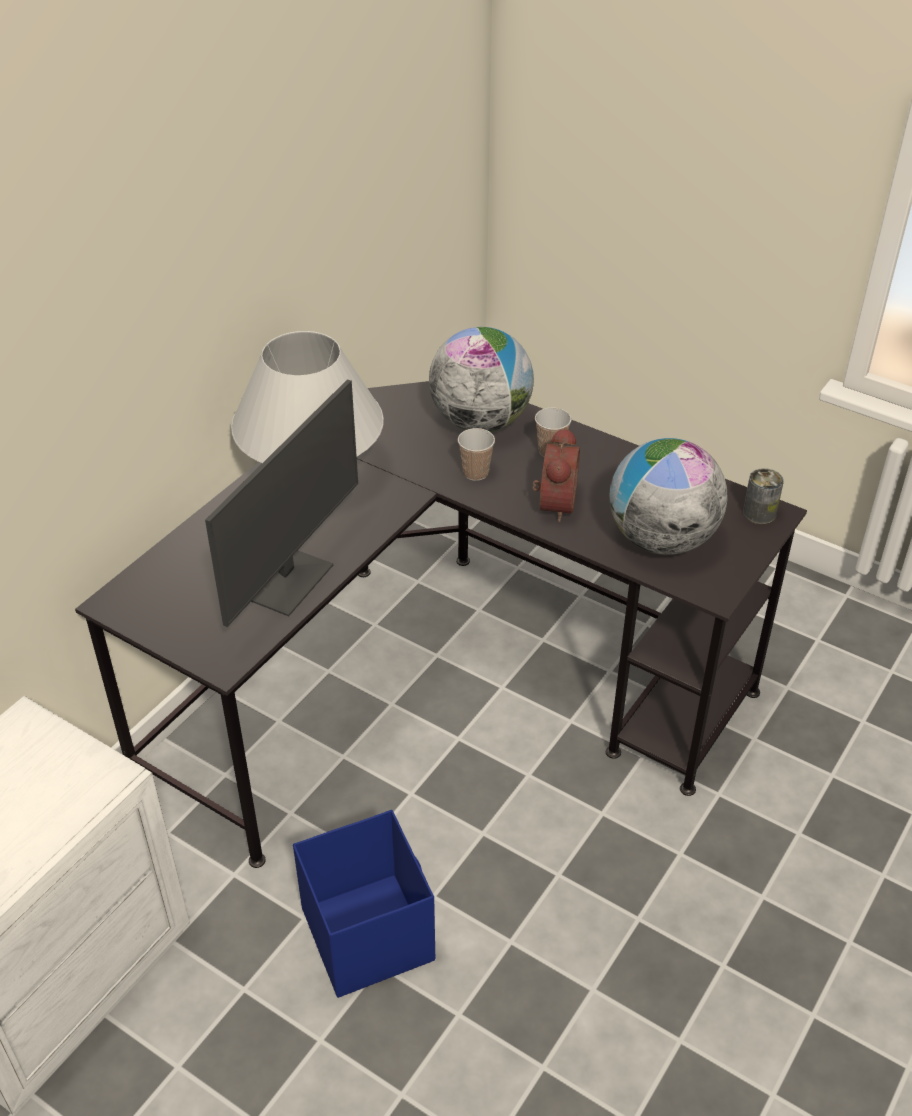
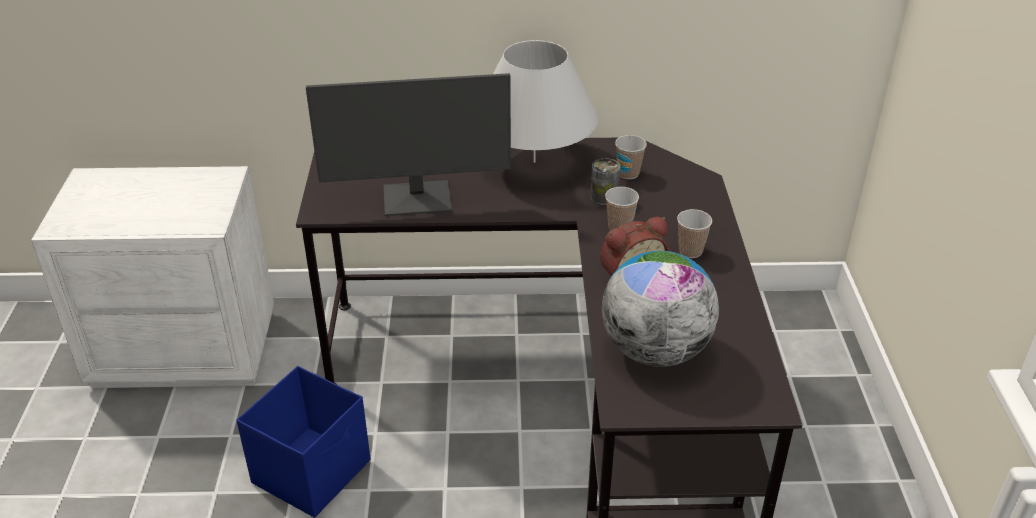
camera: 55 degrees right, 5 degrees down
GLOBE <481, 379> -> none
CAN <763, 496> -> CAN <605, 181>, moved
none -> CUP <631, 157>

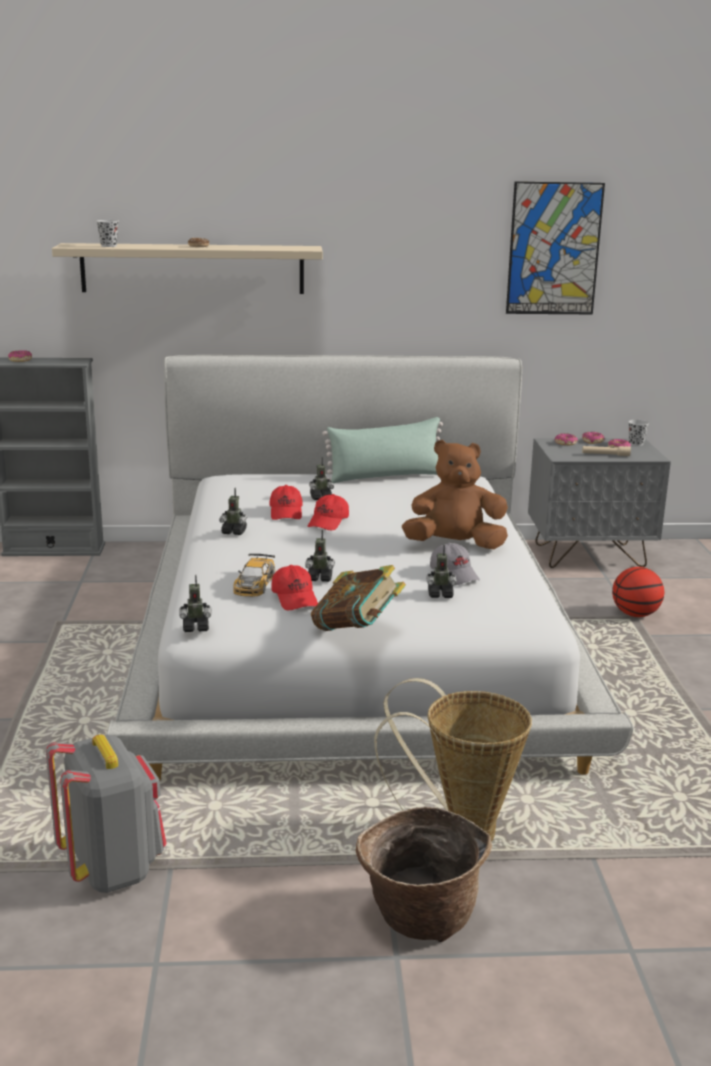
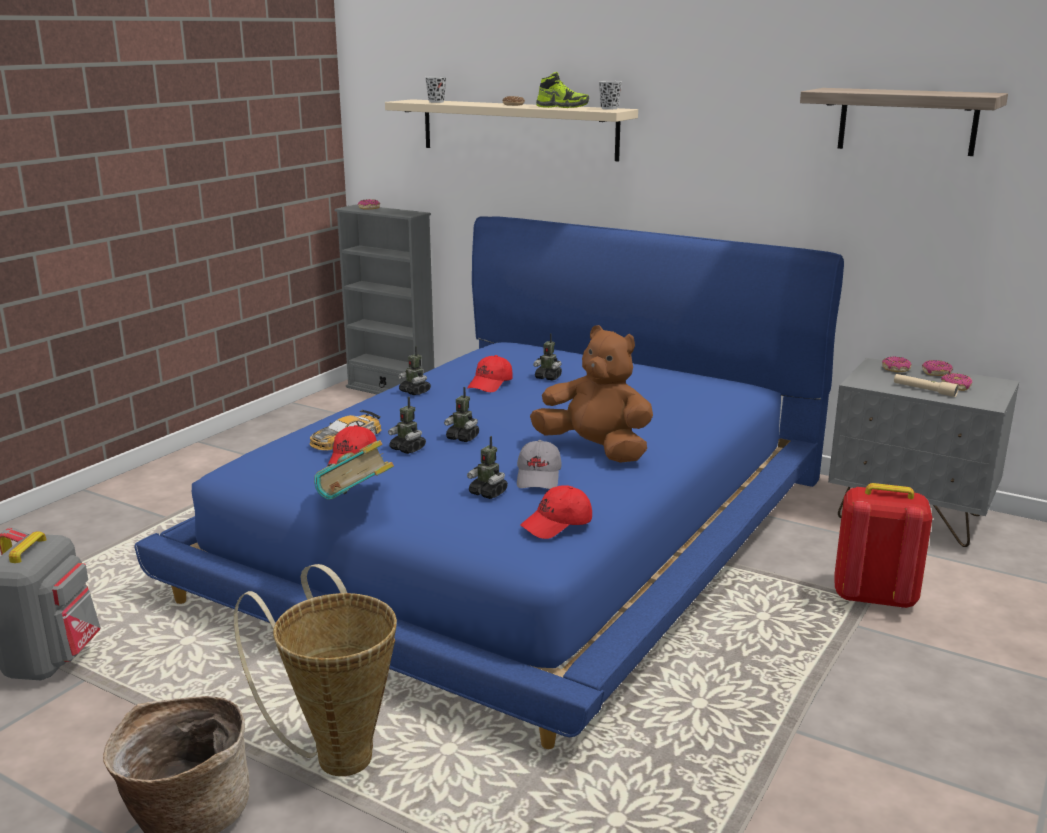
camera: 35 degrees right, 0 degrees up
WHITE BED <370, 568> -> BLUE BED <489, 482>
TOY ROBOT <195, 603> -> TOY ROBOT <461, 414>, moved
RED CAP <328, 512> -> RED CAP <556, 512>, moved
GREEN PILLOW <382, 450> -> none
PICTURE <555, 247> -> SHELF <904, 122>
BASKETBALL <638, 592> -> RED BACKPACK <883, 546>
BLACK CUP <638, 433> -> BLACK CUP <610, 95>, moved
none -> SHOE <562, 90>

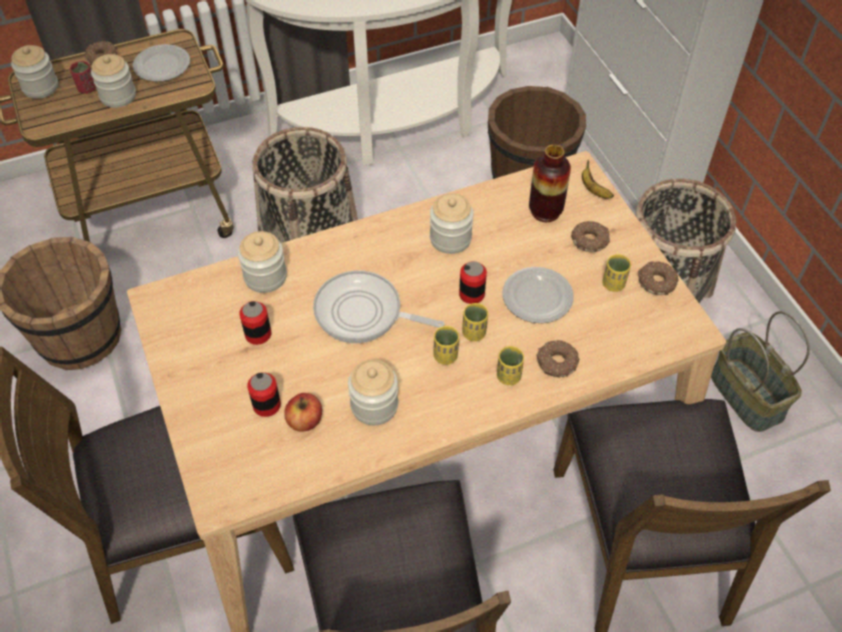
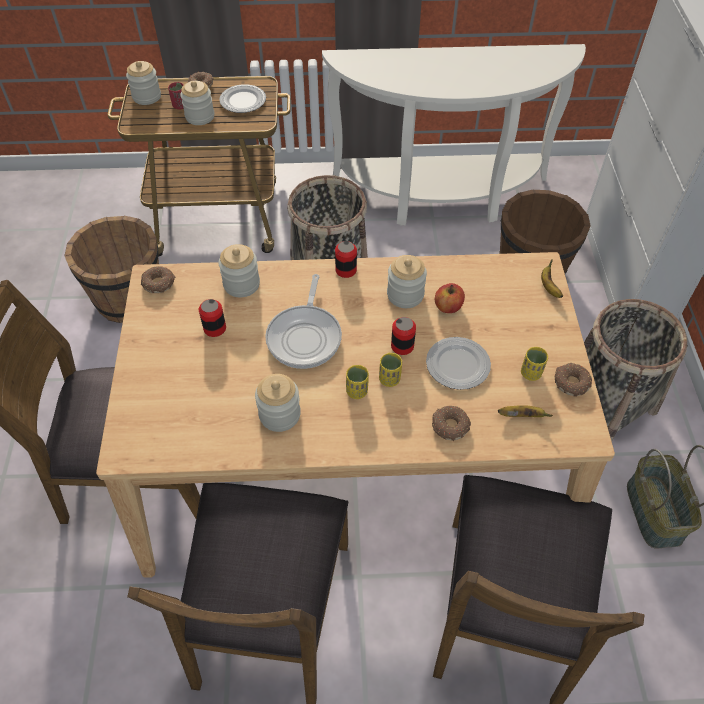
camera: 20 degrees right, 0 degrees up
CAN <264, 394> -> CAN <346, 259>, moved
APPLE <303, 412> -> APPLE <450, 298>, moved
FRYING PAN <378, 307> -> FRYING PAN <303, 321>, 120 degrees counterclockwise
YELLOW CUP <510, 365> -> none
VASE <550, 183> -> none
DONUT <590, 236> -> DONUT <158, 279>, moved
none -> BANANA <525, 411>

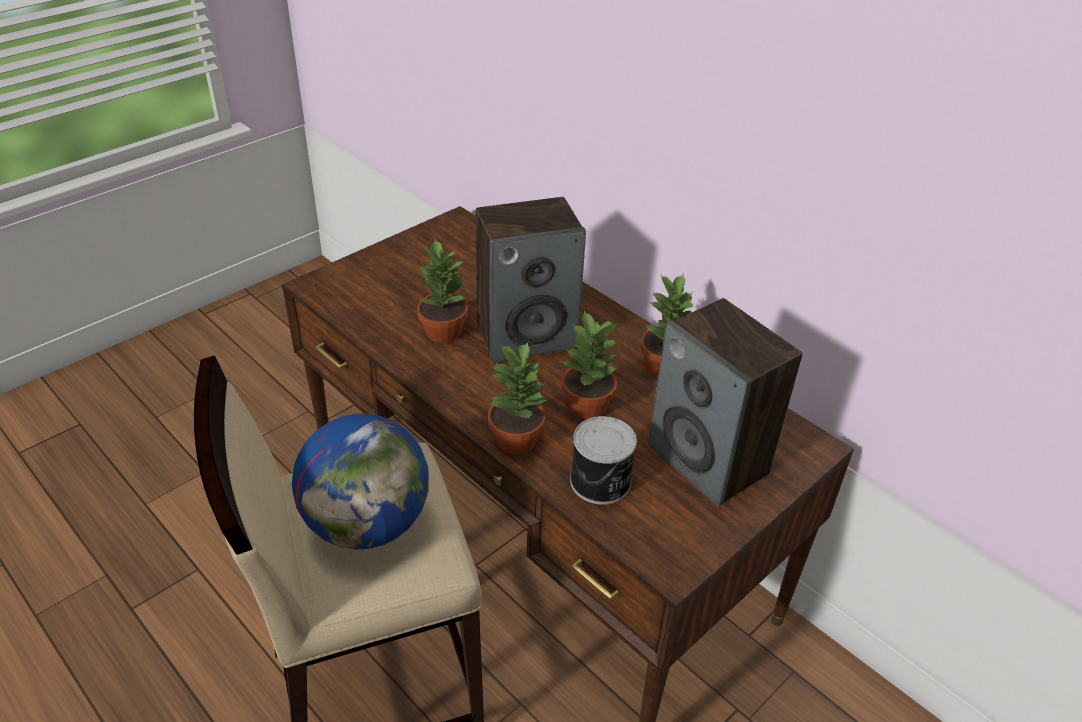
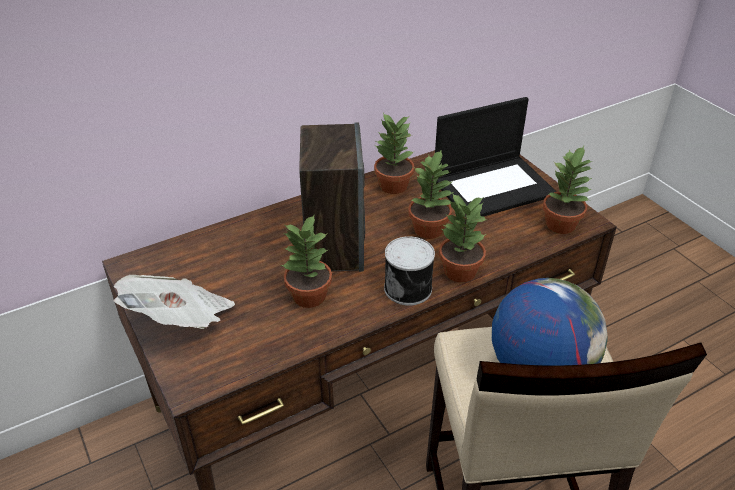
camera: 75 degrees left, 0 degrees up
CAN <603, 460> -> CAN <409, 271>, moved
SPEAKER <726, 402> -> LAPTOP <496, 156>
none -> NEWSPAPER <174, 302>
none -> POTTED PLANT <567, 190>

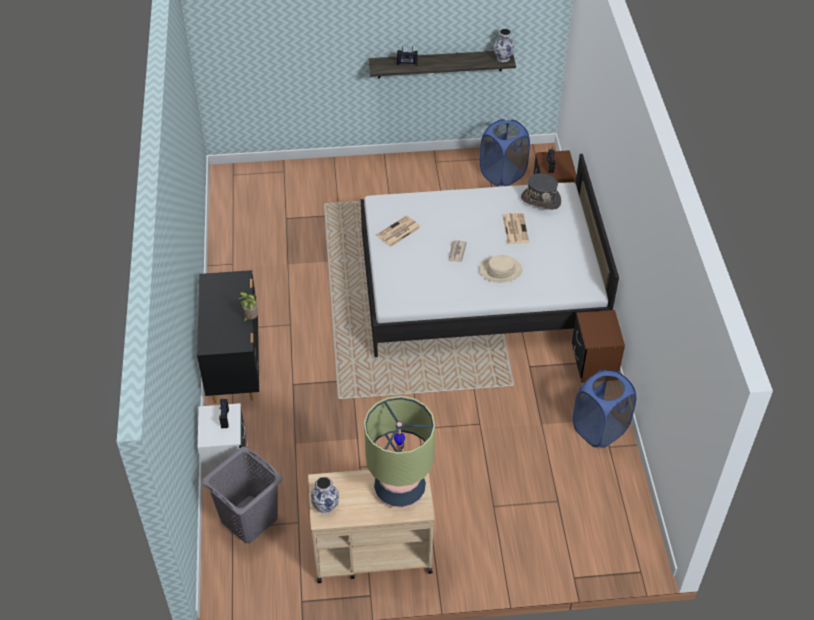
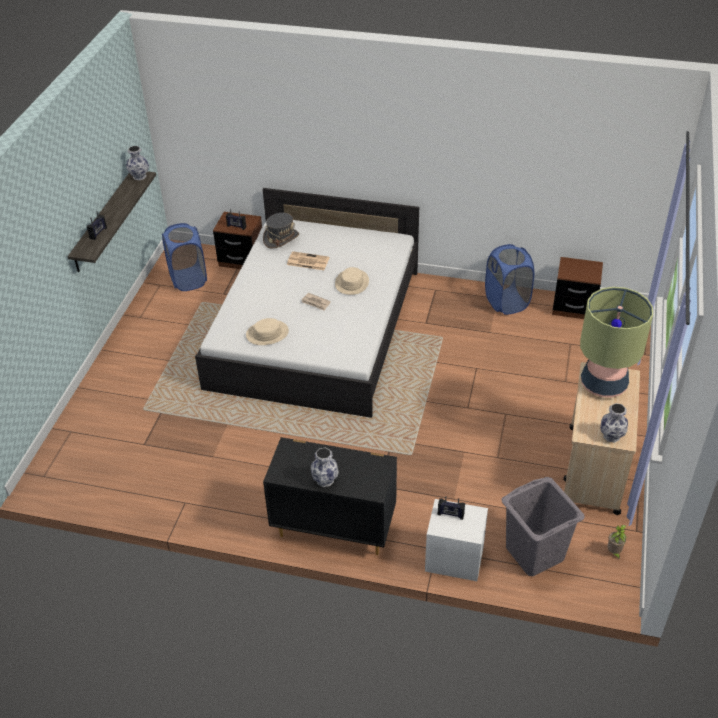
camera: 70 degrees left, 5 degrees down
POTTED PLANT <248, 307> -> POTTED PLANT <617, 541>, moved
NEWSPAPER <398, 231> -> BEIGE HAT <267, 331>
BROWN NIGHTSTAND <598, 346> -> BROWN NIGHTSTAND <577, 288>, moved
none -> VASE <324, 467>

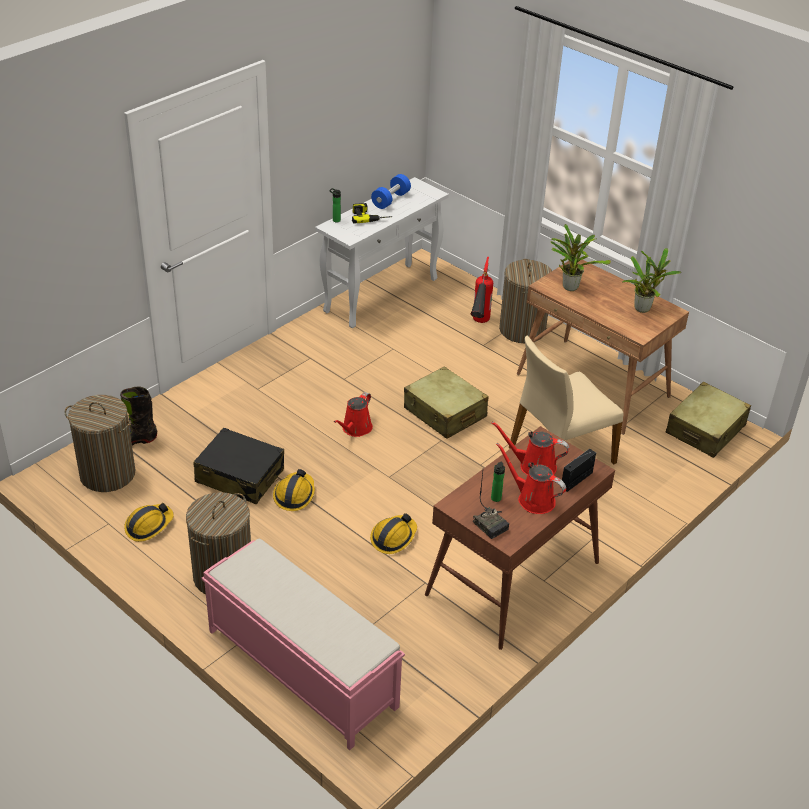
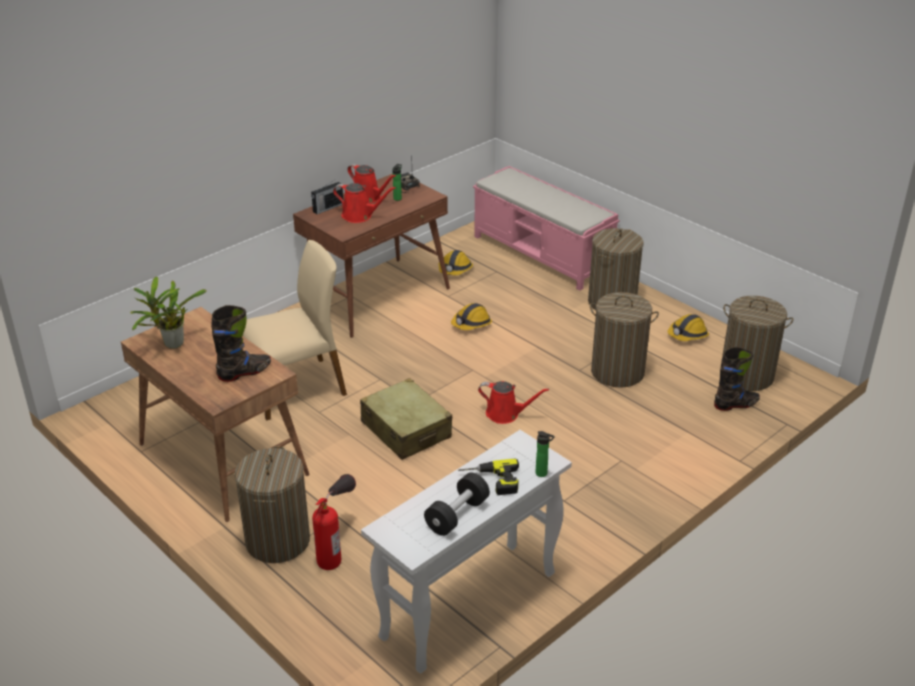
camera: 175 degrees left, 5 degrees down
BLACK SUITCASE <239, 466> -> LAUNDRY BASKET <624, 340>
HARD HAT <294, 490> -> HARD HAT <455, 262>, moved
RED WATERING CAN <353, 414> -> RED WATERING CAN <513, 402>, 75 degrees clockwise
BLUE DUMBBELL <391, 191> -> BLACK DUMBBELL <457, 504>
POTTED PLANT <580, 257> -> BLACK BOOT <241, 343>
BEIGE SUITCASE <708, 420> -> none

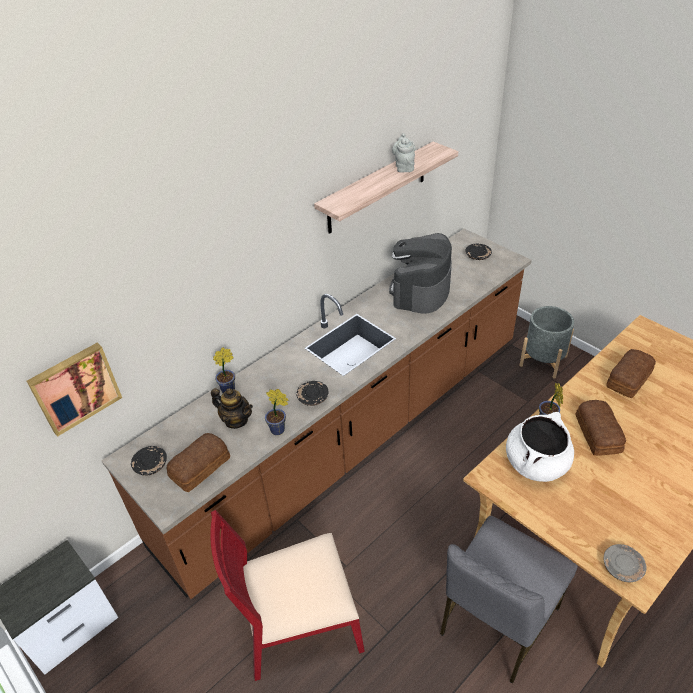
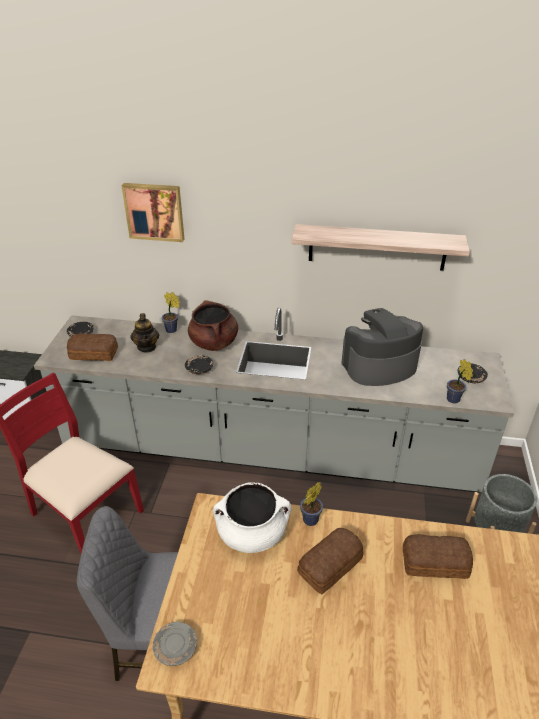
camera: 50 degrees right, 5 degrees down
PICTURE <74, 390> -> PICTURE <152, 212>, moved
BROWN COUNTER <316, 413> -> GREY COUNTER <274, 400>
POTTED PLANT <276, 412> -> POTTED PLANT <460, 381>, moved
GREY TEAPOT <403, 153> -> none
none -> BROWN COOKING POT <213, 325>

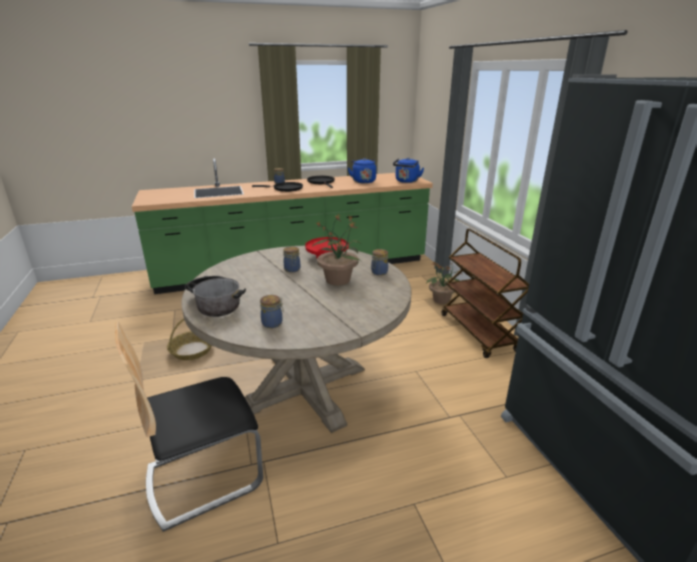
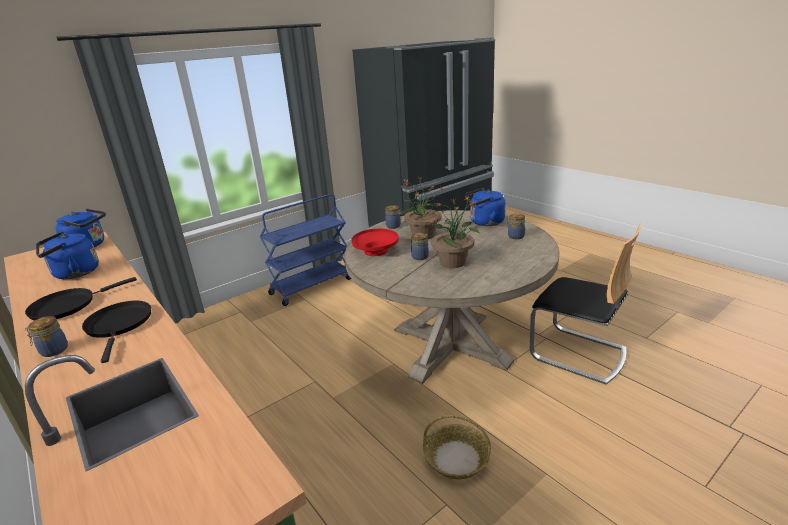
camera: 110 degrees left, 0 degrees up
COOKING POT <215, 296> -> none
POTTED PLANT <443, 283> -> POTTED PLANT <455, 232>, moved
BROWN CART <485, 293> -> BLUE CART <305, 250>
none -> BLUE KETTLE <485, 207>

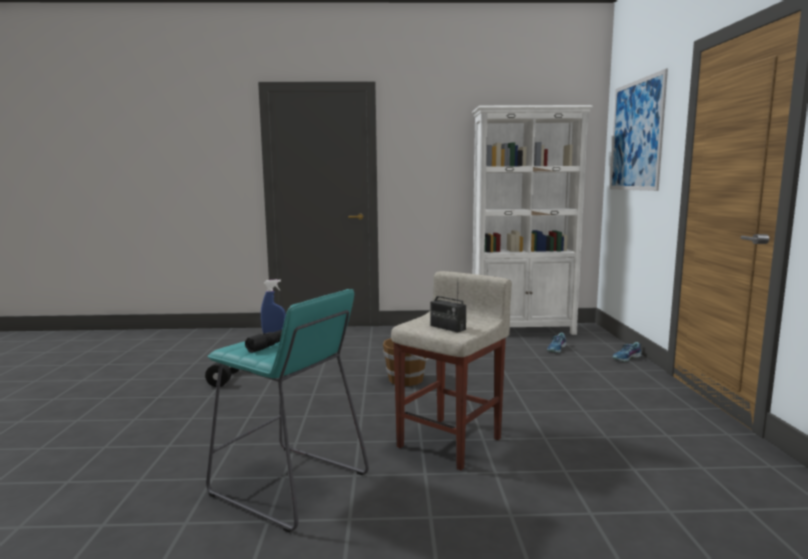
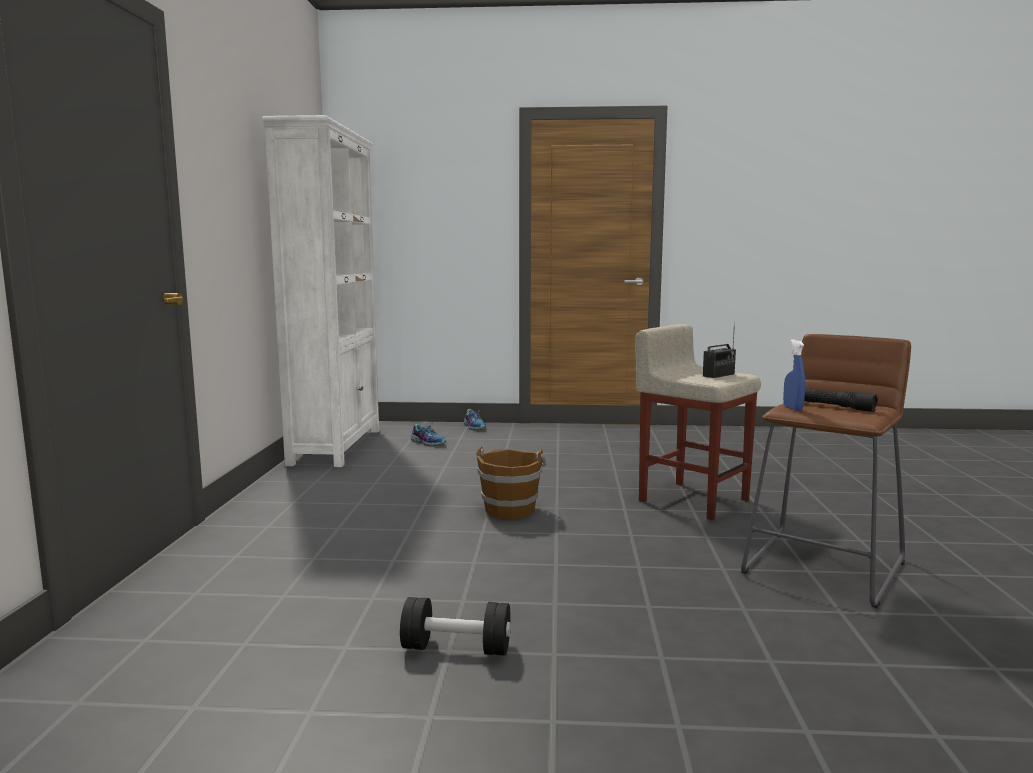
camera: 85 degrees left, 0 degrees up
TURQUOISE STOOL <287, 411> -> BROWN STOOL <826, 471>
PICTURE <639, 130> -> none

